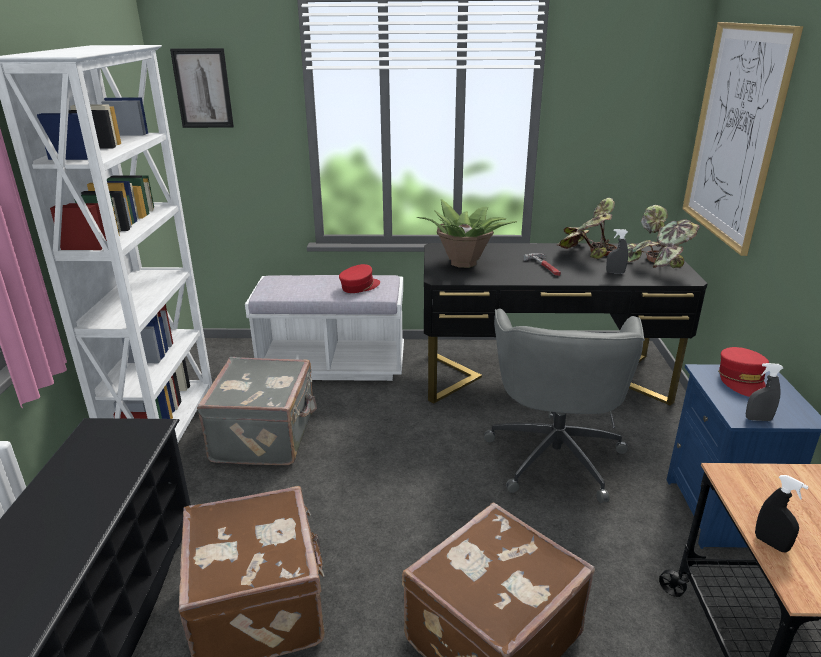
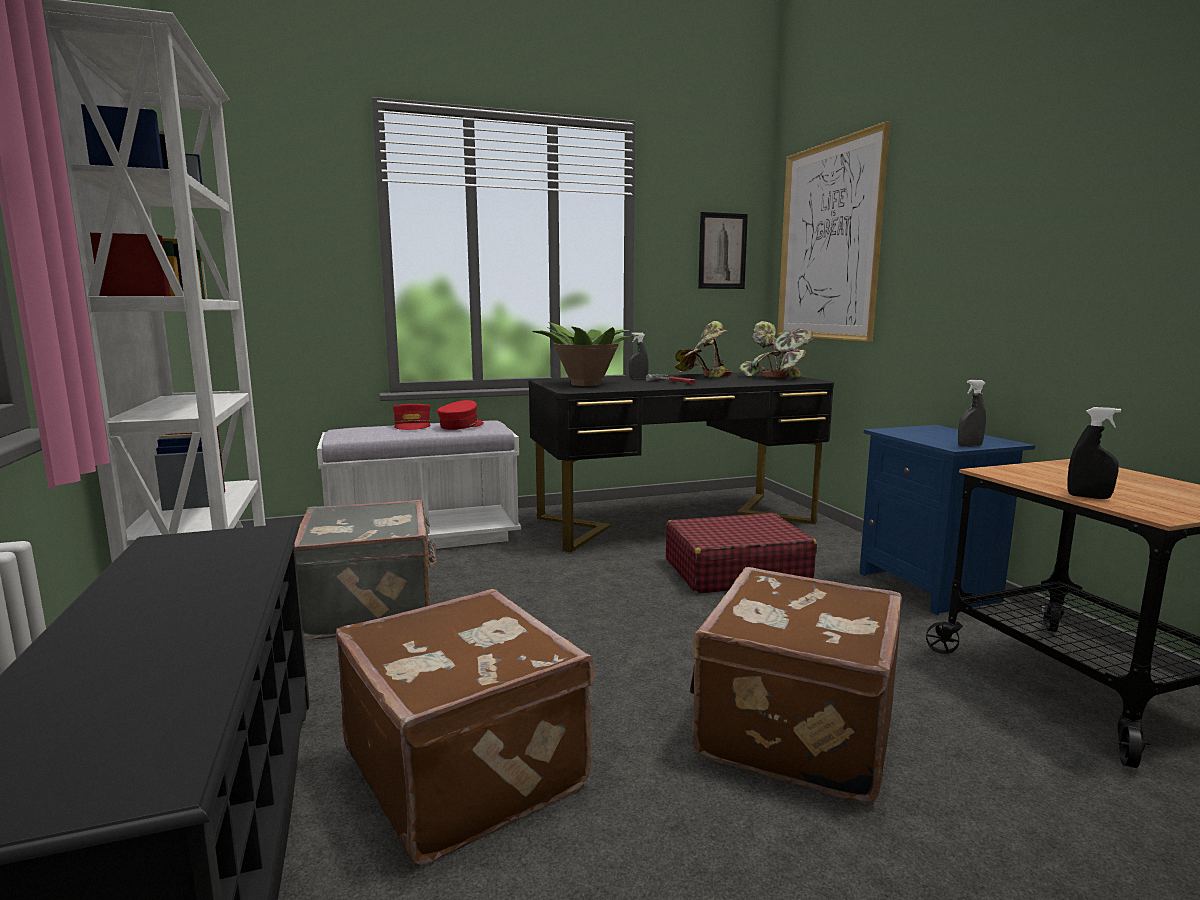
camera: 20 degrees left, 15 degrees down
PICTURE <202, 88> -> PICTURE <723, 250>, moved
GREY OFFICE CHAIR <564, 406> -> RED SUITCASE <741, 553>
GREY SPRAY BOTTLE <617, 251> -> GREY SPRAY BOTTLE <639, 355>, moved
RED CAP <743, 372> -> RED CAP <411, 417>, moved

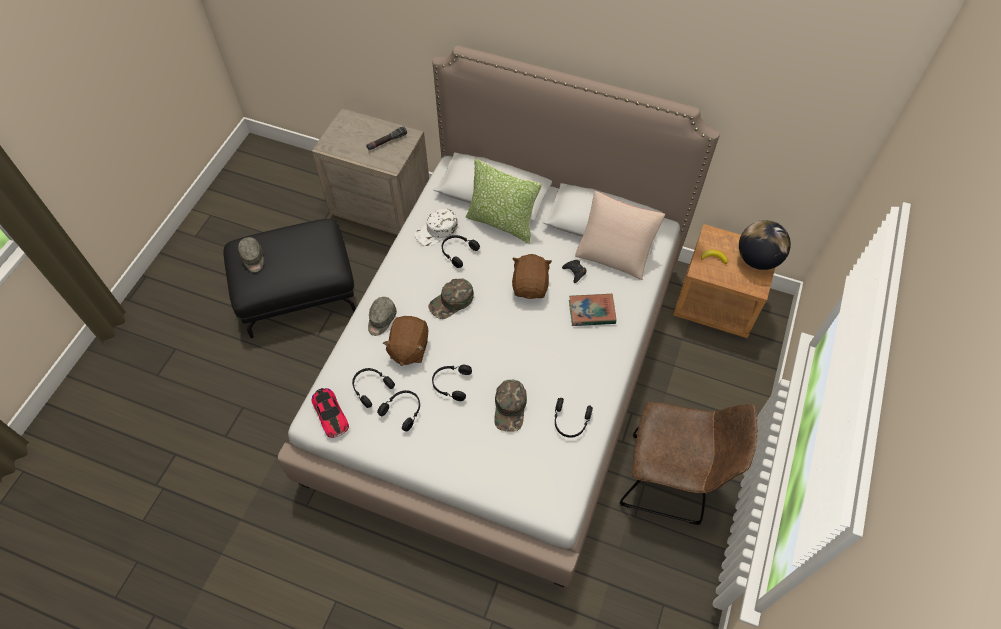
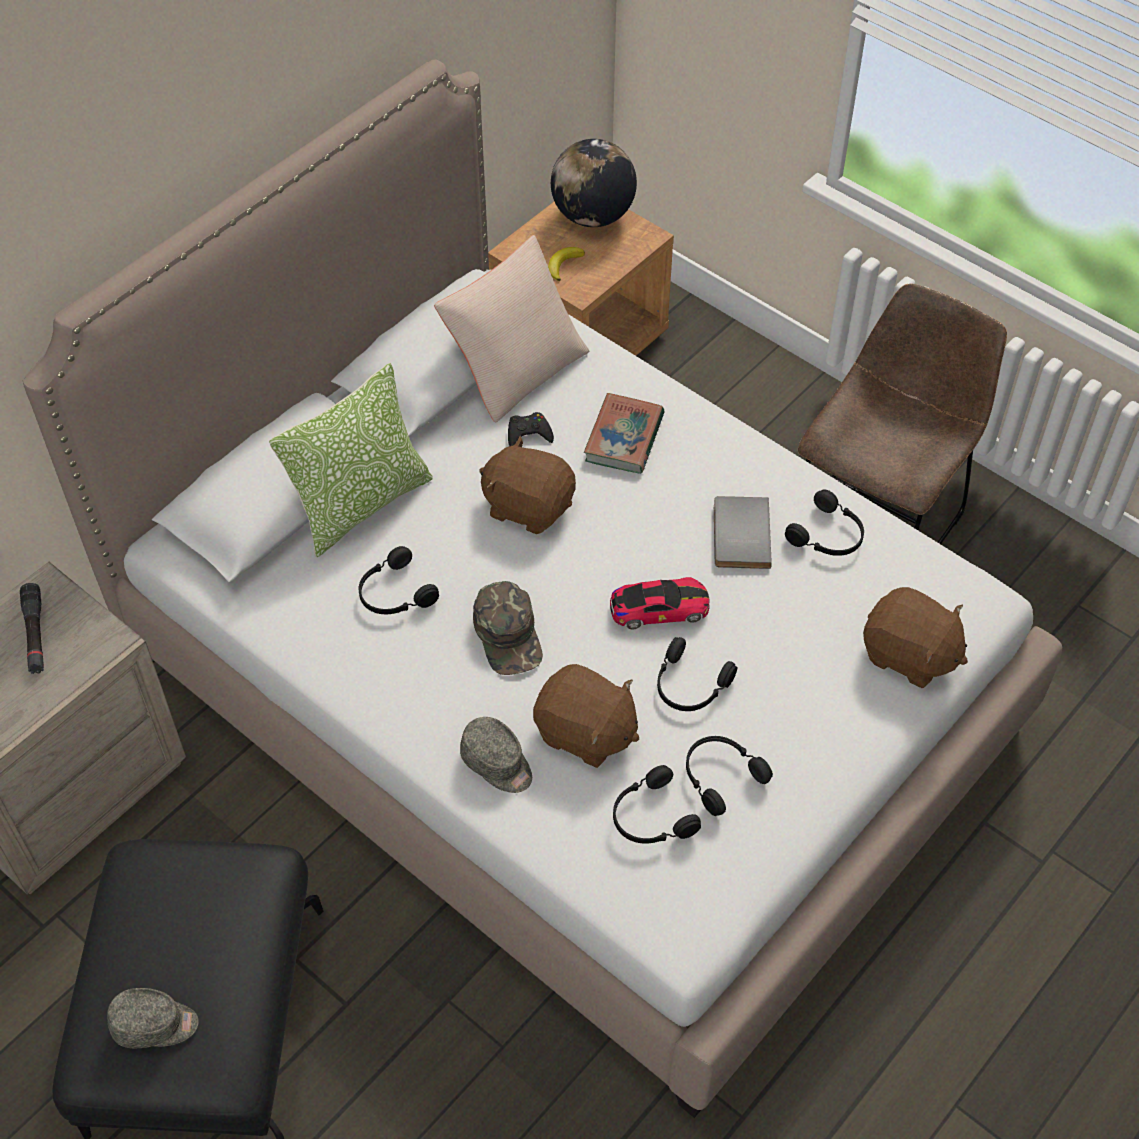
camera: 70 degrees left, 5 degrees down
TOY CAR <330, 413> -> TOY CAR <659, 603>, moved
WHITE CAP <436, 227> -> none
GREEN CAP <510, 406> -> none
none -> GREY BOOK <743, 532>
none -> BROWN PLUSH TOY <915, 637>

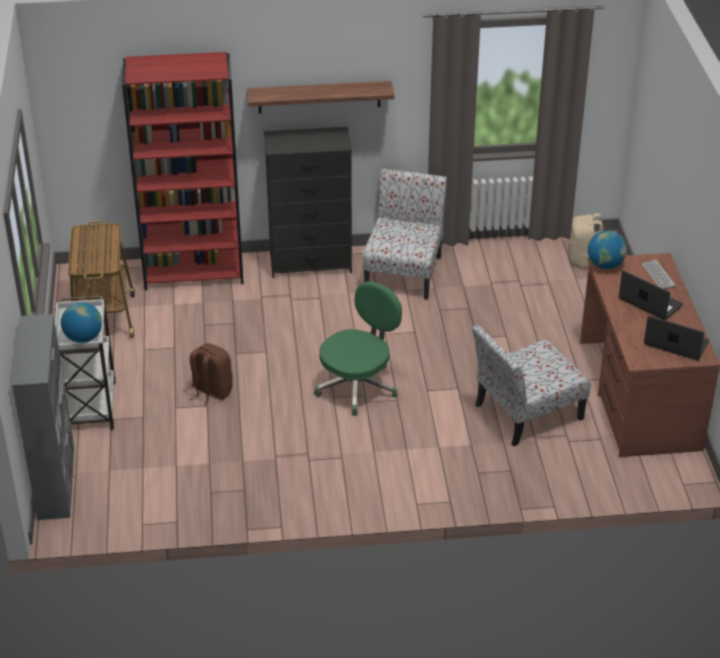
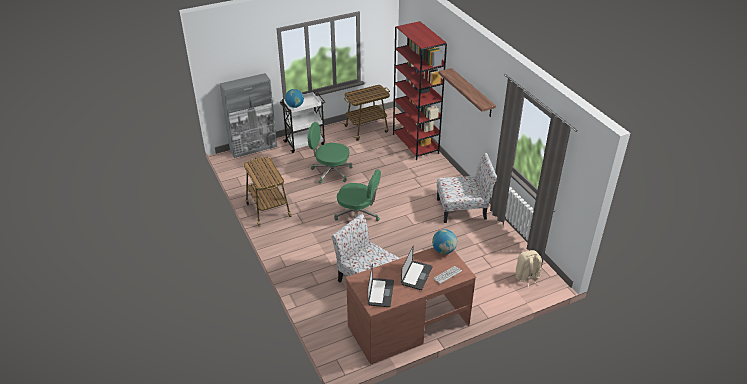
camera: 70 degrees right, 0 degrees up
BROWN BACKPACK <211, 375> -> GREEN OFFICE CHAIR <330, 153>
BLACK DRESSER <308, 202> -> none
none -> CART <267, 191>

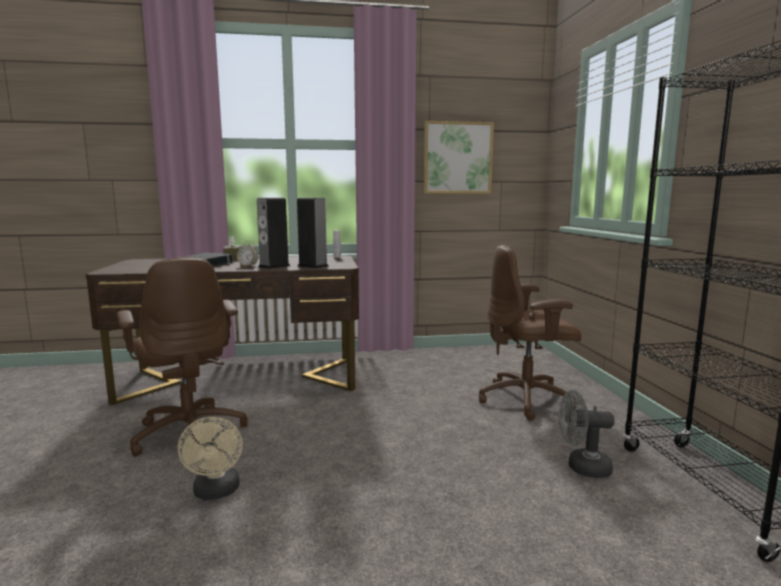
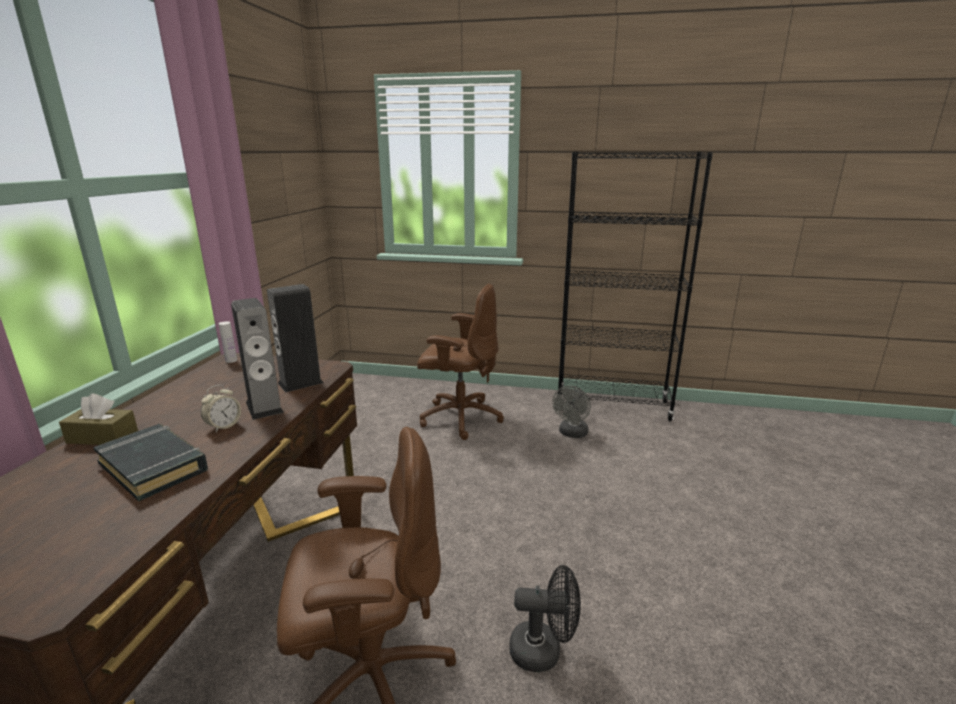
camera: 70 degrees left, 10 degrees up
BEIGE FAN <210, 458> -> BLACK FAN <545, 618>
PICTURE <459, 157> -> none
BROWN OFFICE CHAIR <530, 333> -> BROWN OFFICE CHAIR <460, 362>, 90 degrees counterclockwise

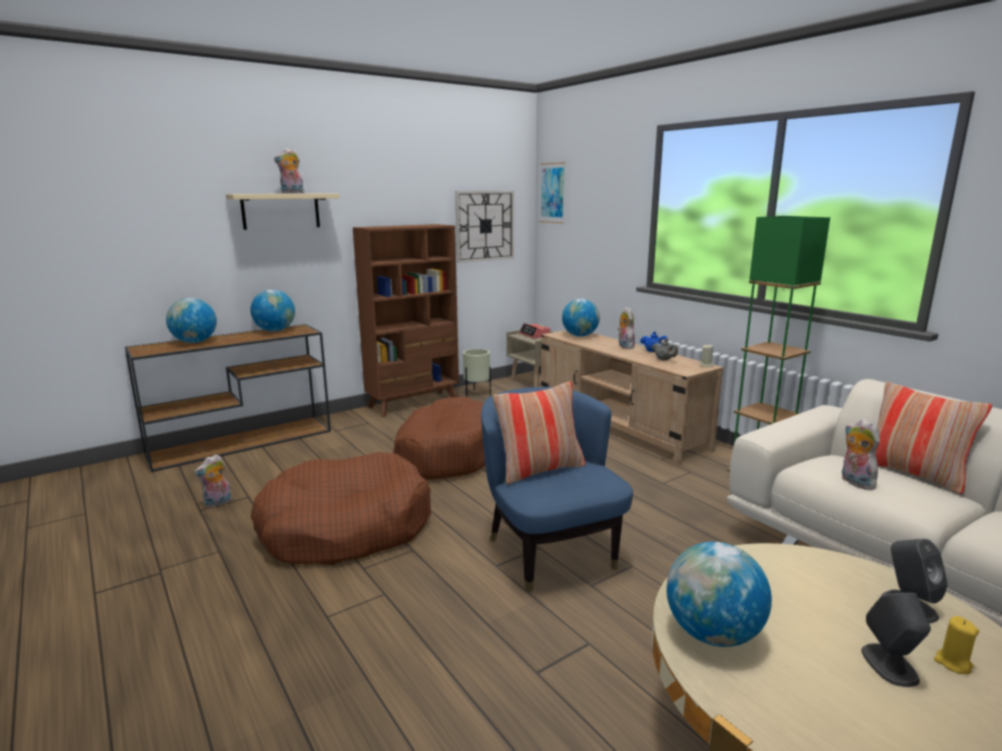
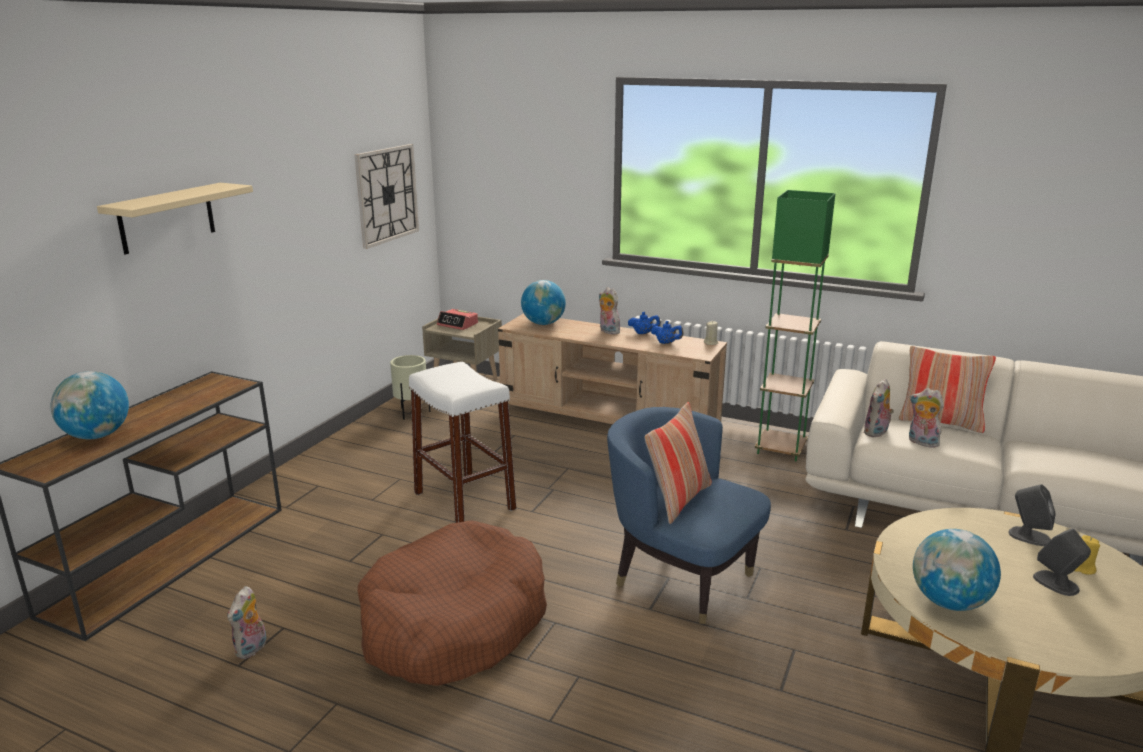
camera: 30 degrees left, 5 degrees up
GLOBE <272, 311> -> none
PLUSH TOY <289, 170> -> PLUSH TOY <878, 408>, moved
BROWN BOOKCASE <406, 320> -> none
BROWN DOG BED <439, 438> -> WHITE STOOL <463, 442>
PICTURE <552, 193> -> none
GREY TEAPOT <665, 349> -> BLUE TEAPOT <667, 332>

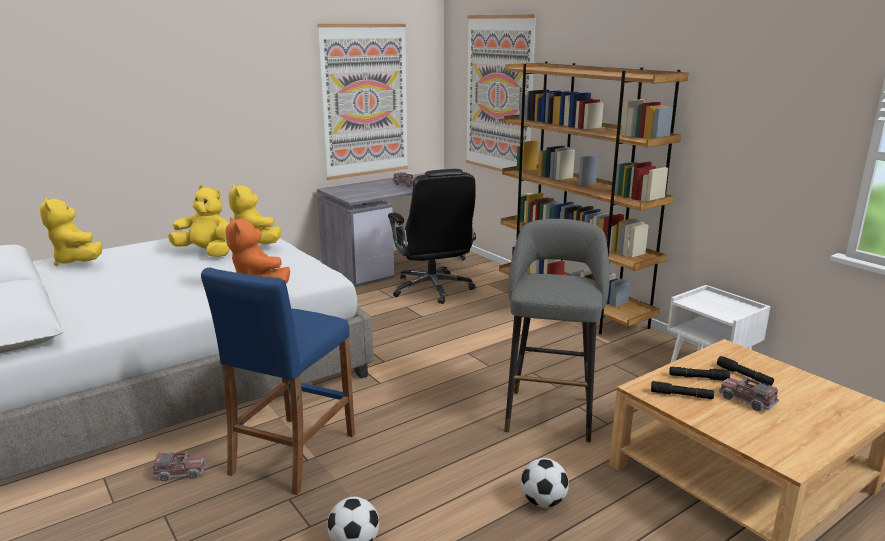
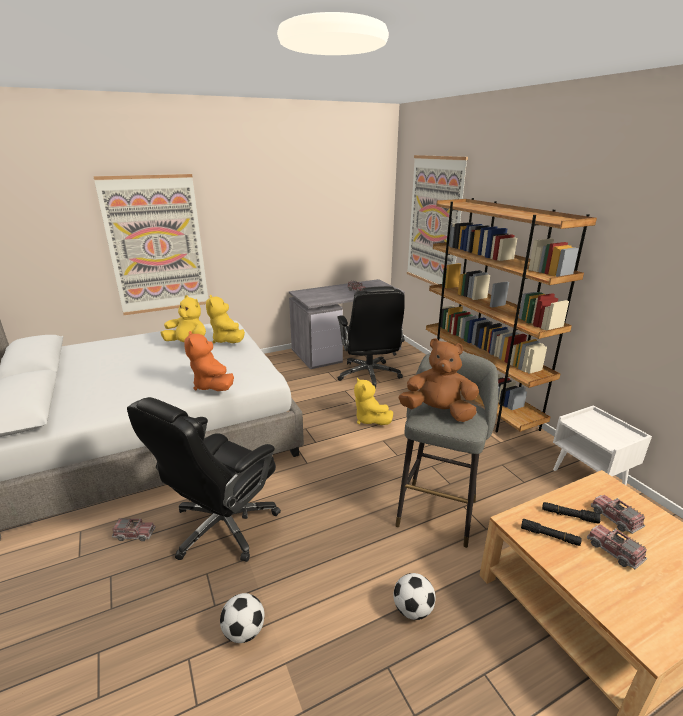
camera: 10 degrees right, 5 degrees up
YELLOW PLUSH TOY <71, 232> -> YELLOW PLUSH TOY <373, 401>, moved
BLUE STOOL <278, 381> -> BLACK OFFICE CHAIR <204, 479>
PICTURE <362, 102> -> PICTURE <150, 244>, moved
BLACK FLASHLIGHT <745, 371> -> TOY TRUCK <618, 514>
none -> BROWN PLUSH TOY <438, 380>

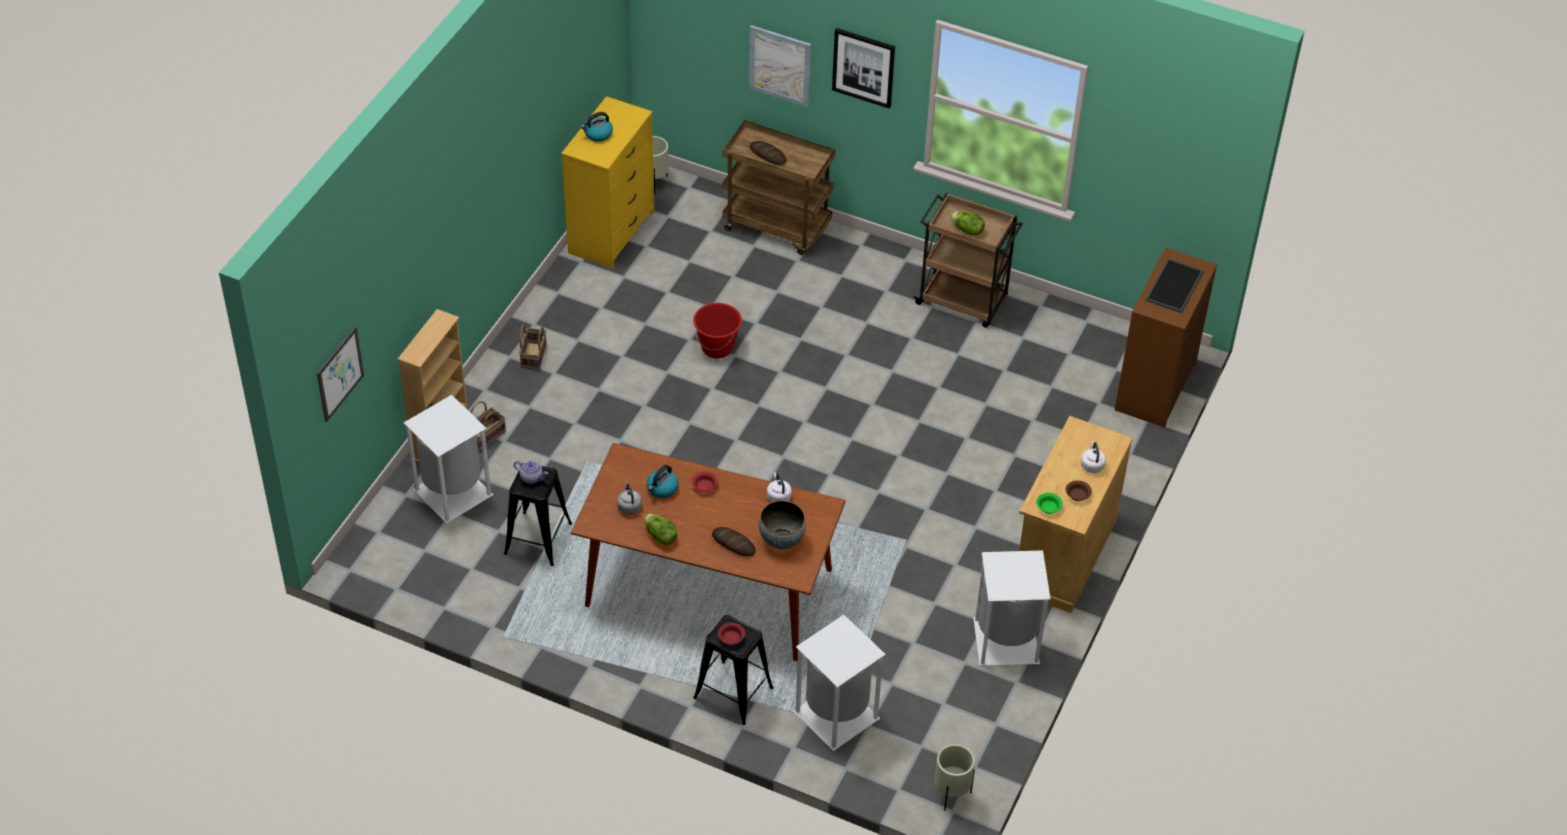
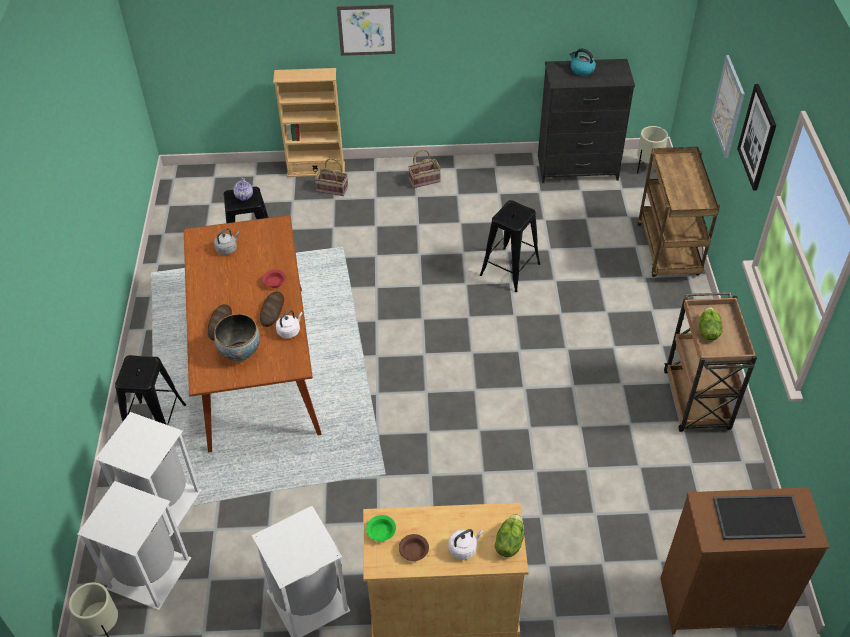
camera: 65 degrees right, 0 degrees up
PICTURE <340, 374> -> PICTURE <366, 30>, moved
WHITE TRASH CAN <448, 459> -> WHITE TRASH CAN <134, 545>, moved
YELLOW DRESSER <607, 182> -> BLACK DRESSER <586, 121>
LETTUCE <660, 529> -> LETTUCE <509, 535>, moved
KETTLE <662, 481> -> none
RED BUCKET <717, 331> -> BLACK STOOL <510, 246>
RED BOWL <731, 634> -> none
BREAD <767, 153> -> BREAD <272, 309>, moved

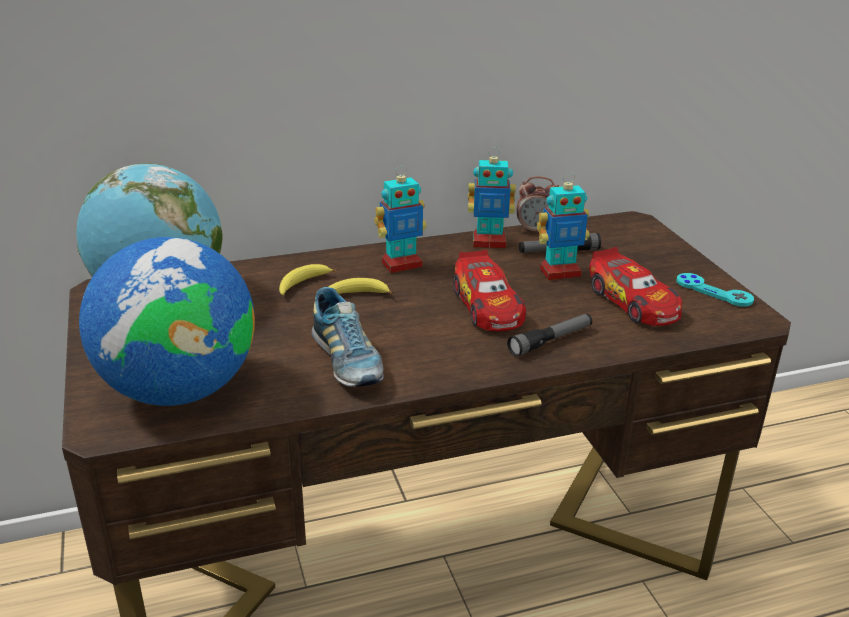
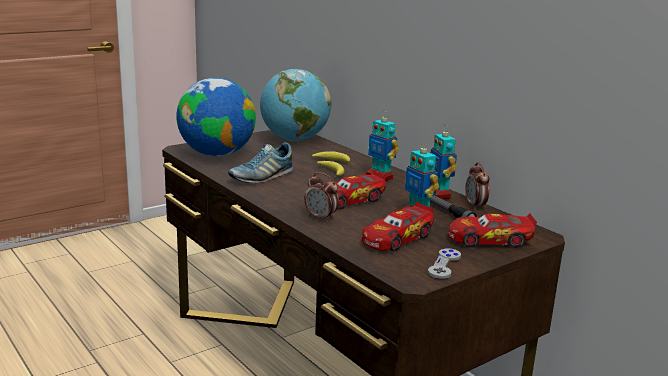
camera: 70 degrees right, 10 degrees down
FLASHLIGHT <549, 335> -> ALARM CLOCK <321, 197>
TURQUOISE GAME CONTROLLER <715, 290> -> GREY GAME CONTROLLER <444, 264>
none -> TOY CAR <492, 230>

